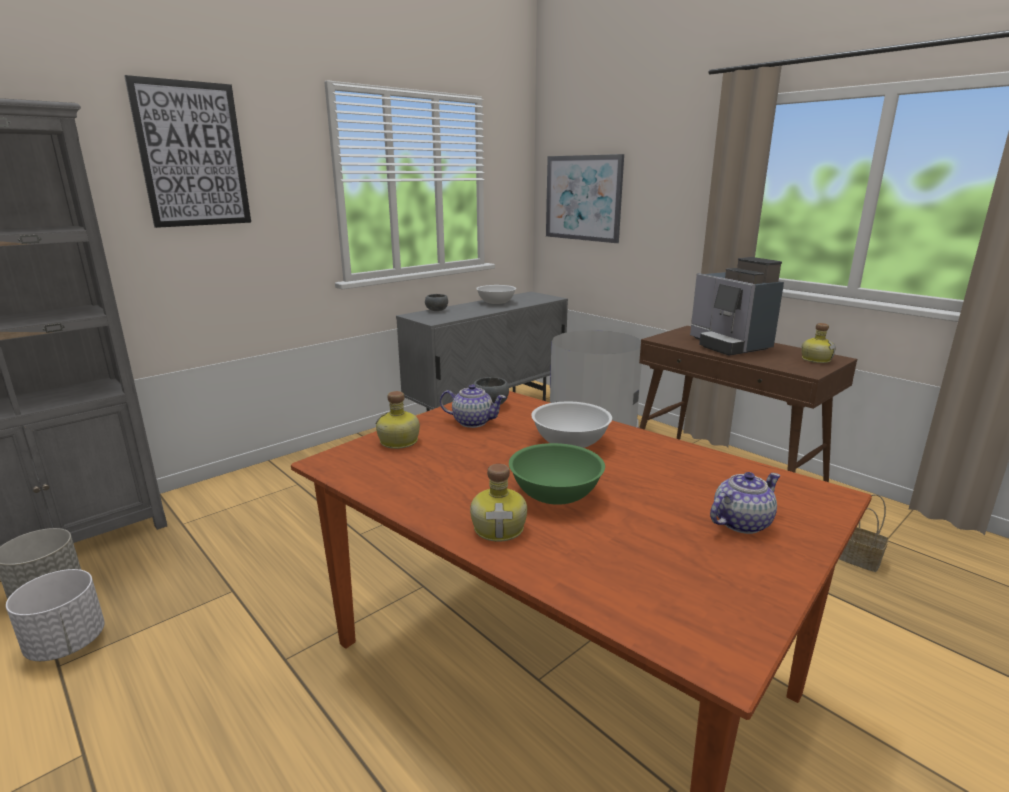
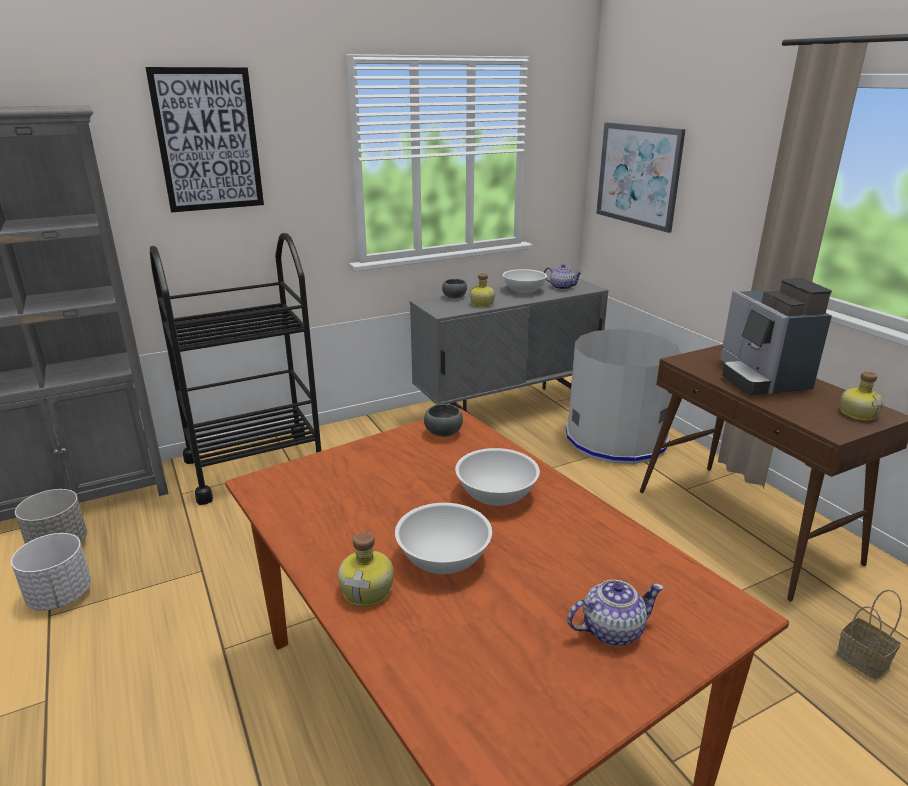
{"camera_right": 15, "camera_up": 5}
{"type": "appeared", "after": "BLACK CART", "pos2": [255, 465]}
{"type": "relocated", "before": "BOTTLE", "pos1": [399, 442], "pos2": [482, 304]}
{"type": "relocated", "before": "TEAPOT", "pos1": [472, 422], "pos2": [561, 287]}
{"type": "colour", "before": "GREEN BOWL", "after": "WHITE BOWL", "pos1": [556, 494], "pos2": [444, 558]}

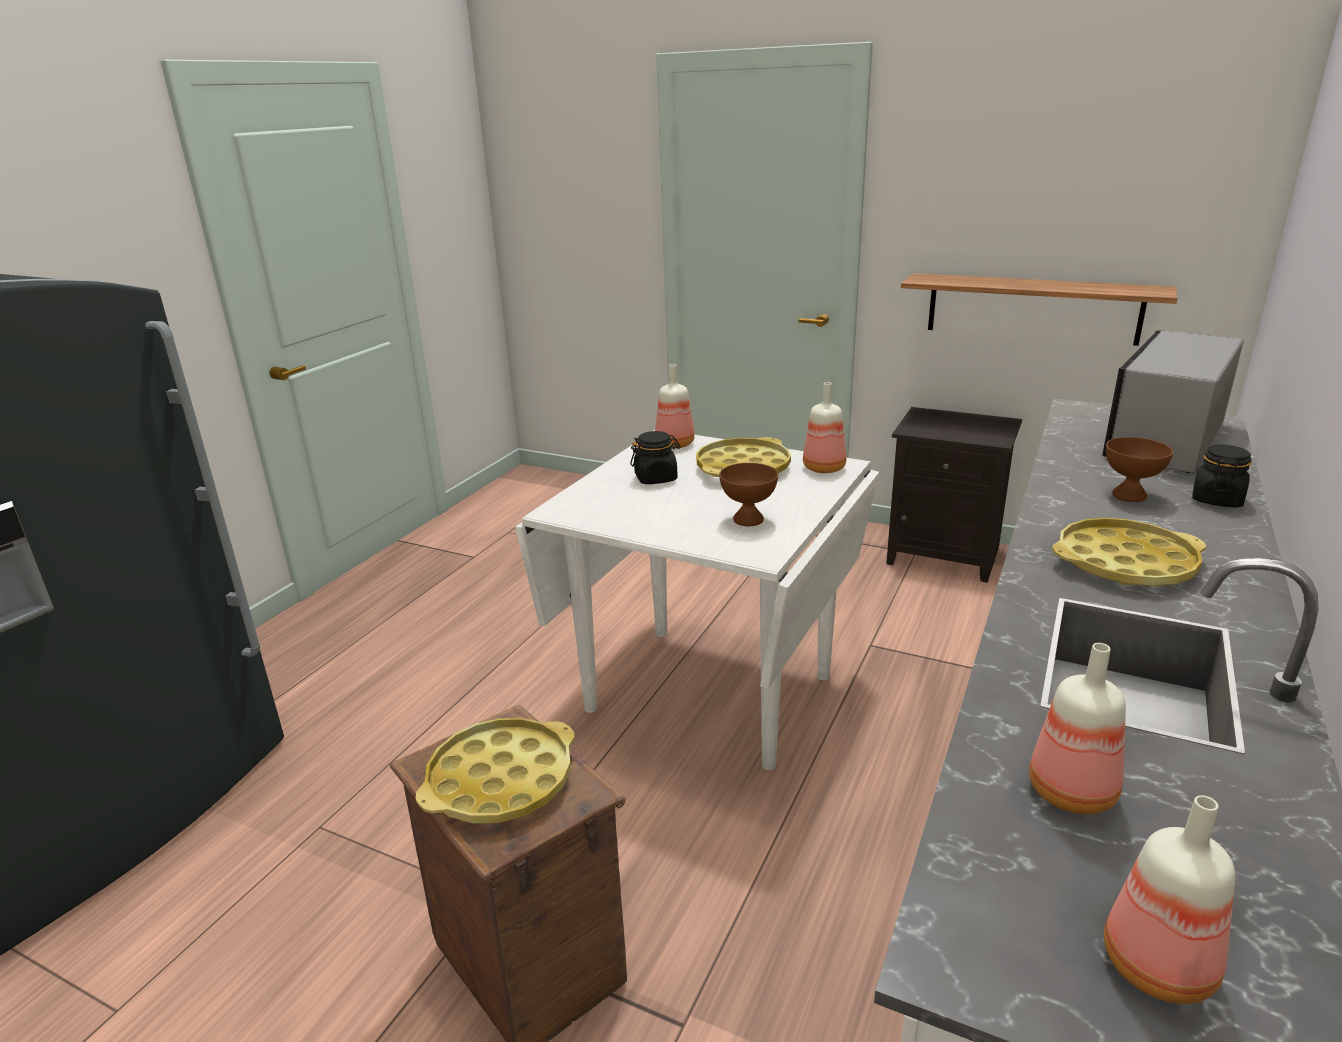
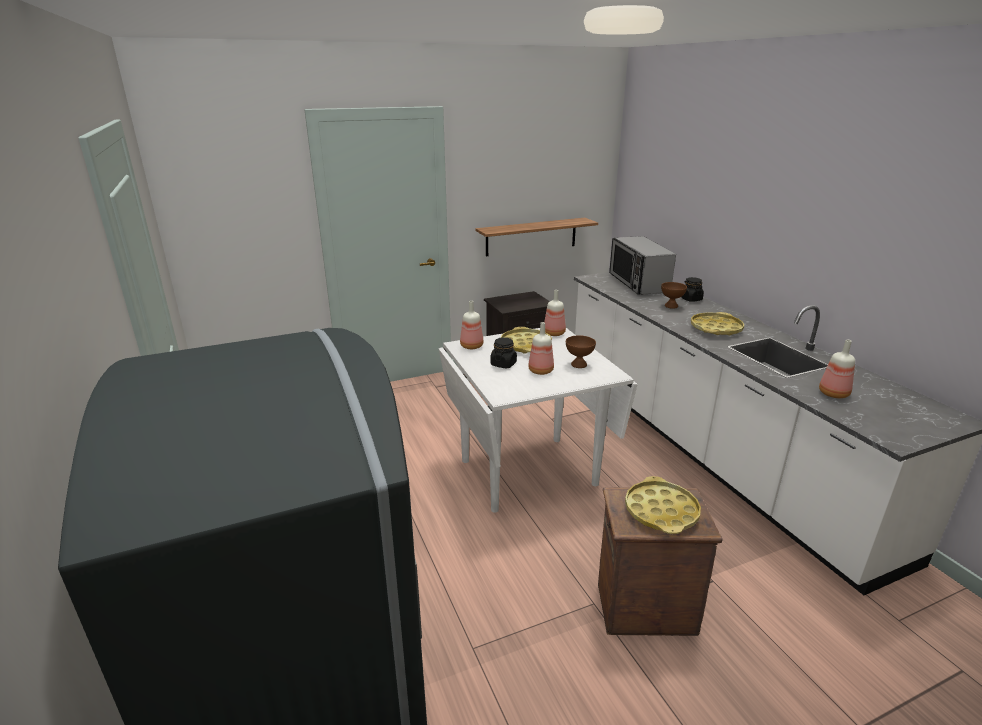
{"camera_right": -50, "camera_up": 0}
{"type": "relocated", "before": "BOTTLE", "pos1": [1157, 963], "pos2": [540, 370]}

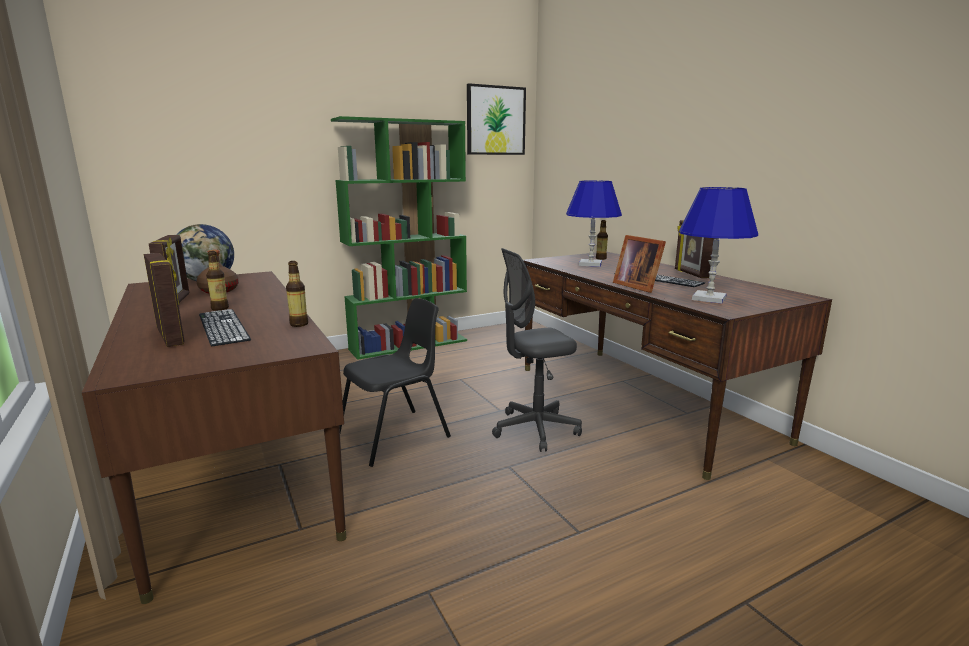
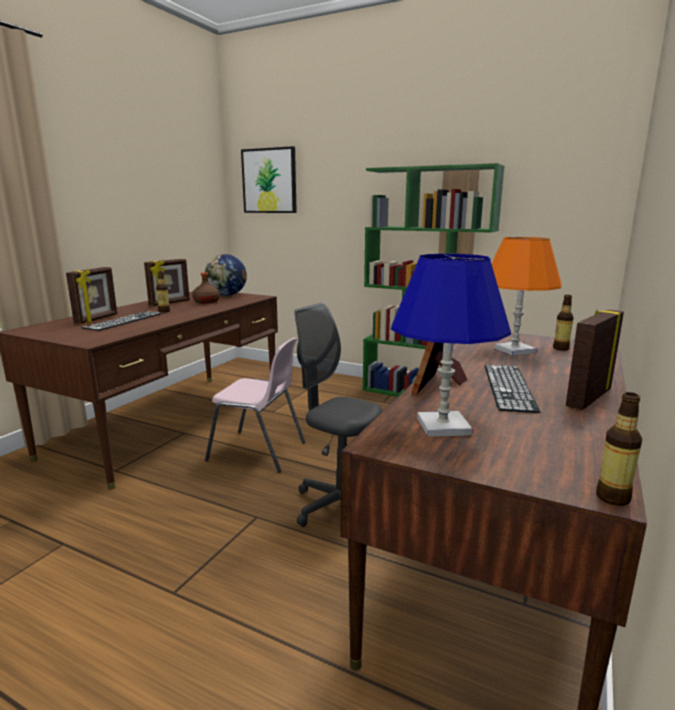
{"camera_right": 55, "camera_up": 0}
{"type": "relocated", "before": "BOTTLE", "pos1": [299, 324], "pos2": [612, 498]}
{"type": "relocated", "before": "PICTURE", "pos1": [495, 120], "pos2": [269, 181]}
{"type": "colour", "before": "BLACK CHAIR", "after": "PINK CHAIR", "pos1": [395, 436], "pos2": [258, 451]}
{"type": "colour", "before": "BLUE TABLE LAMP", "after": "ORANGE TABLE LAMP", "pos1": [590, 264], "pos2": [514, 350]}

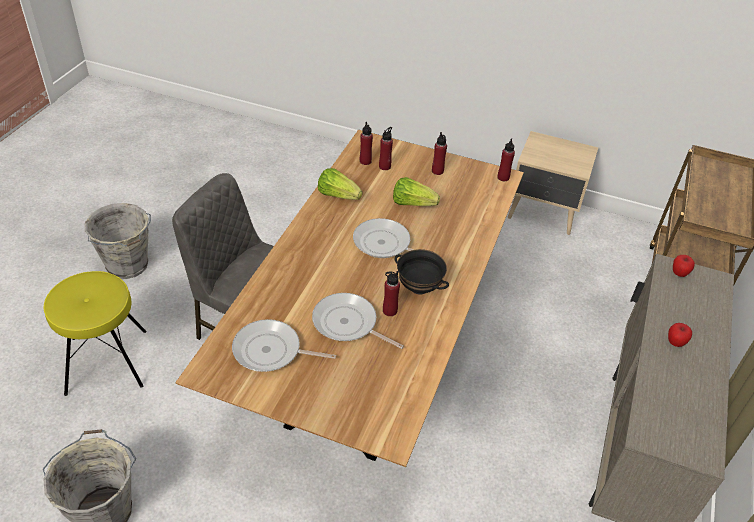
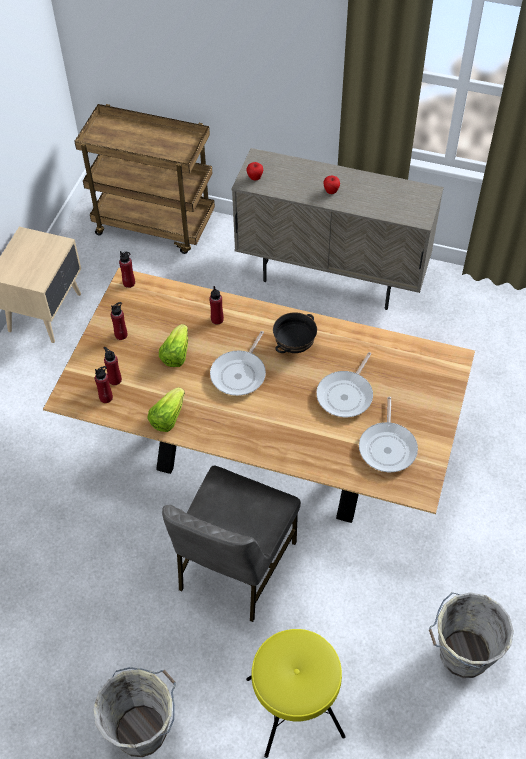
{"camera_right": -90, "camera_up": 10}
{"type": "relocated", "before": "RED BOTTLE", "pos1": [389, 310], "pos2": [217, 319]}

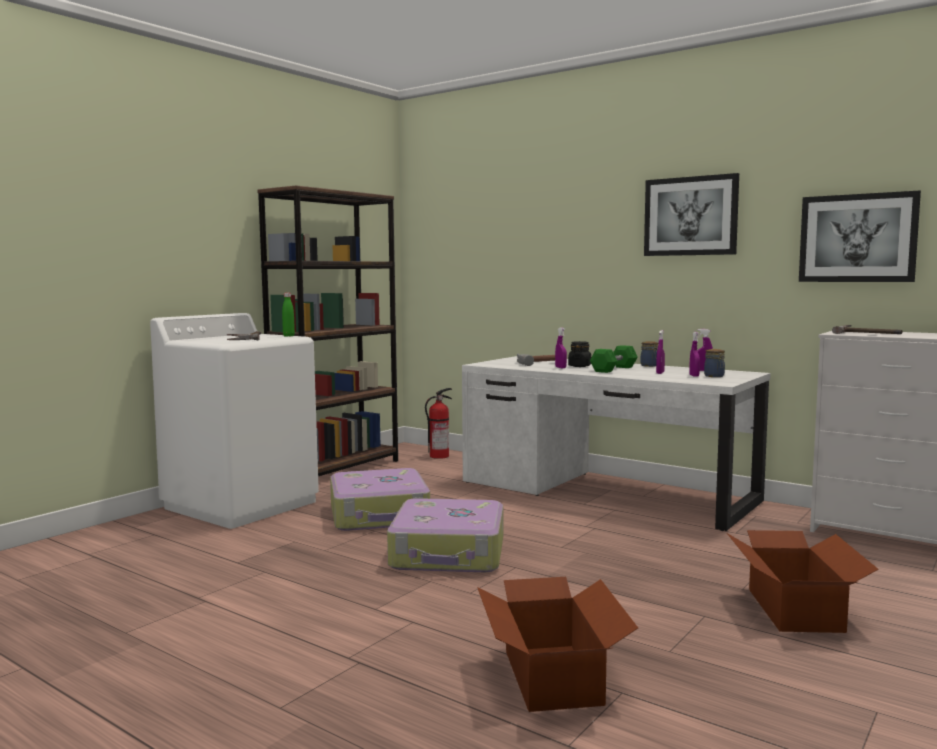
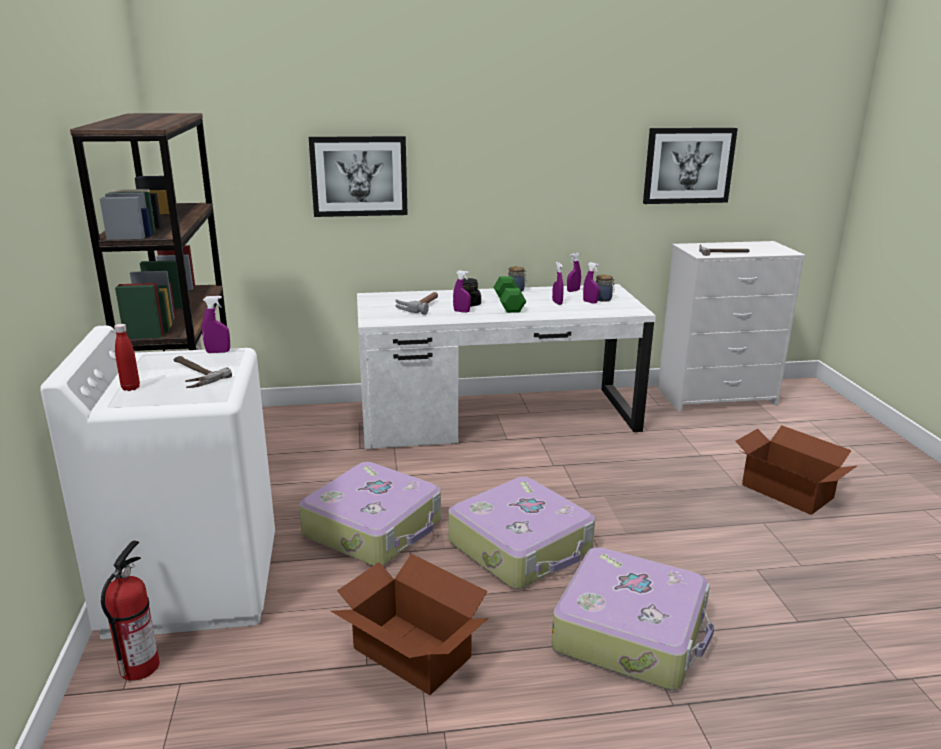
{"camera_right": -45, "camera_up": 15}
{"type": "appeared", "after": "RED BOTTLE", "pos2": [130, 388]}
{"type": "appeared", "after": "SUITCASE", "pos2": [631, 632]}
{"type": "relocated", "before": "FIRE EXTINGUISHER", "pos1": [439, 456], "pos2": [140, 665]}
{"type": "relocated", "before": "CARDBOARD BOX", "pos1": [551, 678], "pos2": [411, 654]}
{"type": "relocated", "before": "PICTURE", "pos1": [690, 216], "pos2": [359, 176]}
{"type": "exchanged", "before": "GREEN BOTTLE", "after": "PURPLE SPRAY BOTTLE", "pos1": [288, 336], "pos2": [218, 352]}

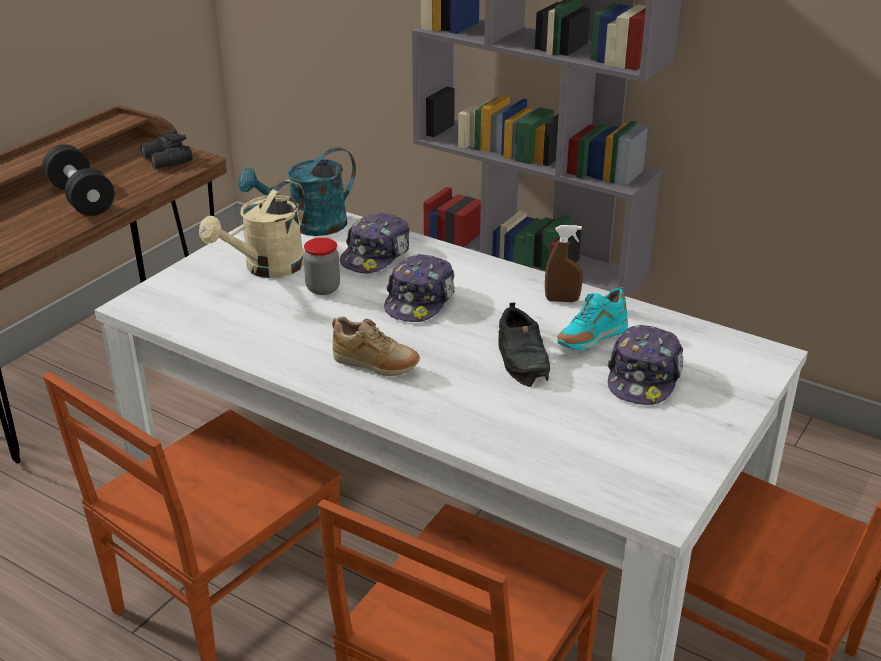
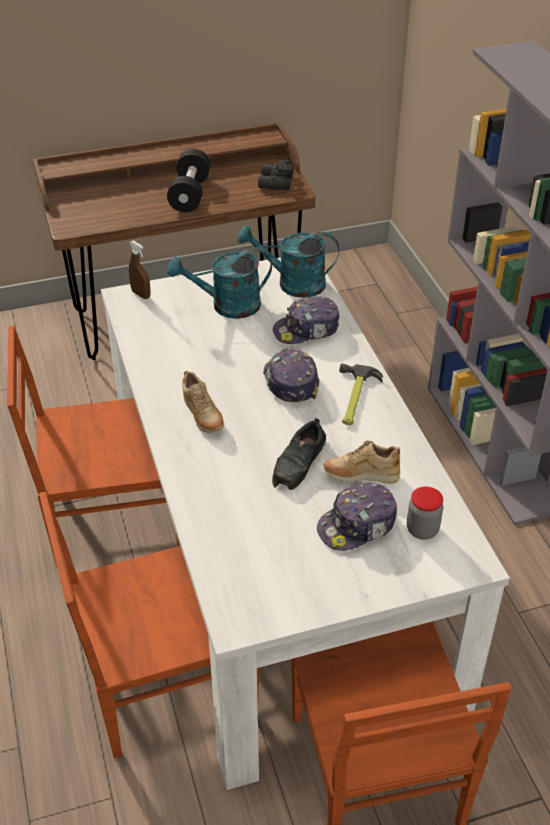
{"camera_right": 40, "camera_up": 10}
{"type": "appeared", "after": "HAMMER", "pos2": [354, 398]}
{"type": "relocated", "before": "JAR", "pos1": [323, 288], "pos2": [422, 530]}
{"type": "relocated", "before": "BROWN SPRAY BOTTLE", "pos1": [562, 300], "pos2": [141, 294]}
{"type": "colour", "before": "BEIGE WATERING CAN", "after": "TURQUOISE WATERING CAN", "pos1": [266, 268], "pos2": [227, 306]}
{"type": "colour", "before": "TURQUOISE SHOE", "after": "BEIGE SHOE", "pos1": [590, 340], "pos2": [360, 476]}
{"type": "spun", "before": "CAP", "pos1": [420, 300], "pos2": [290, 382], "turn": 105}

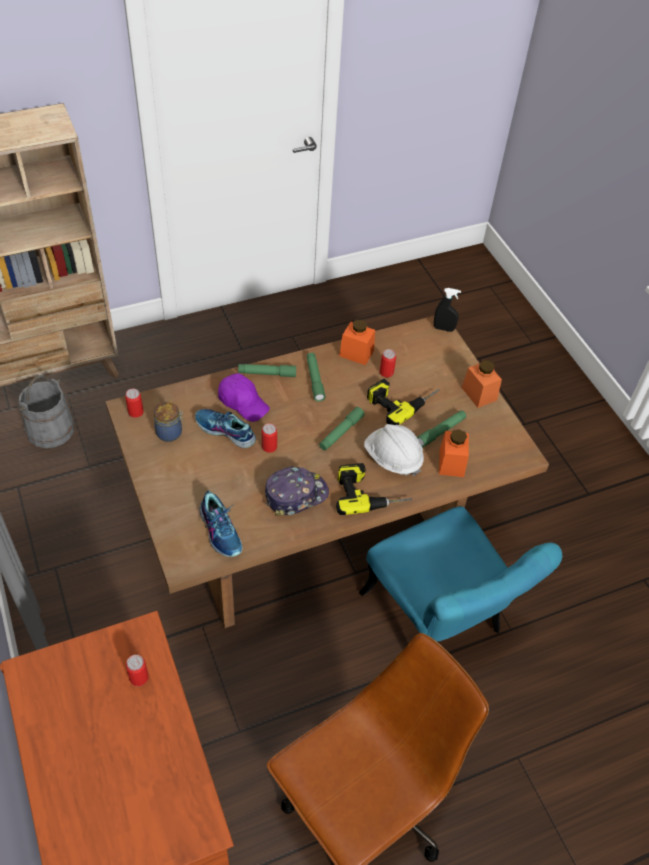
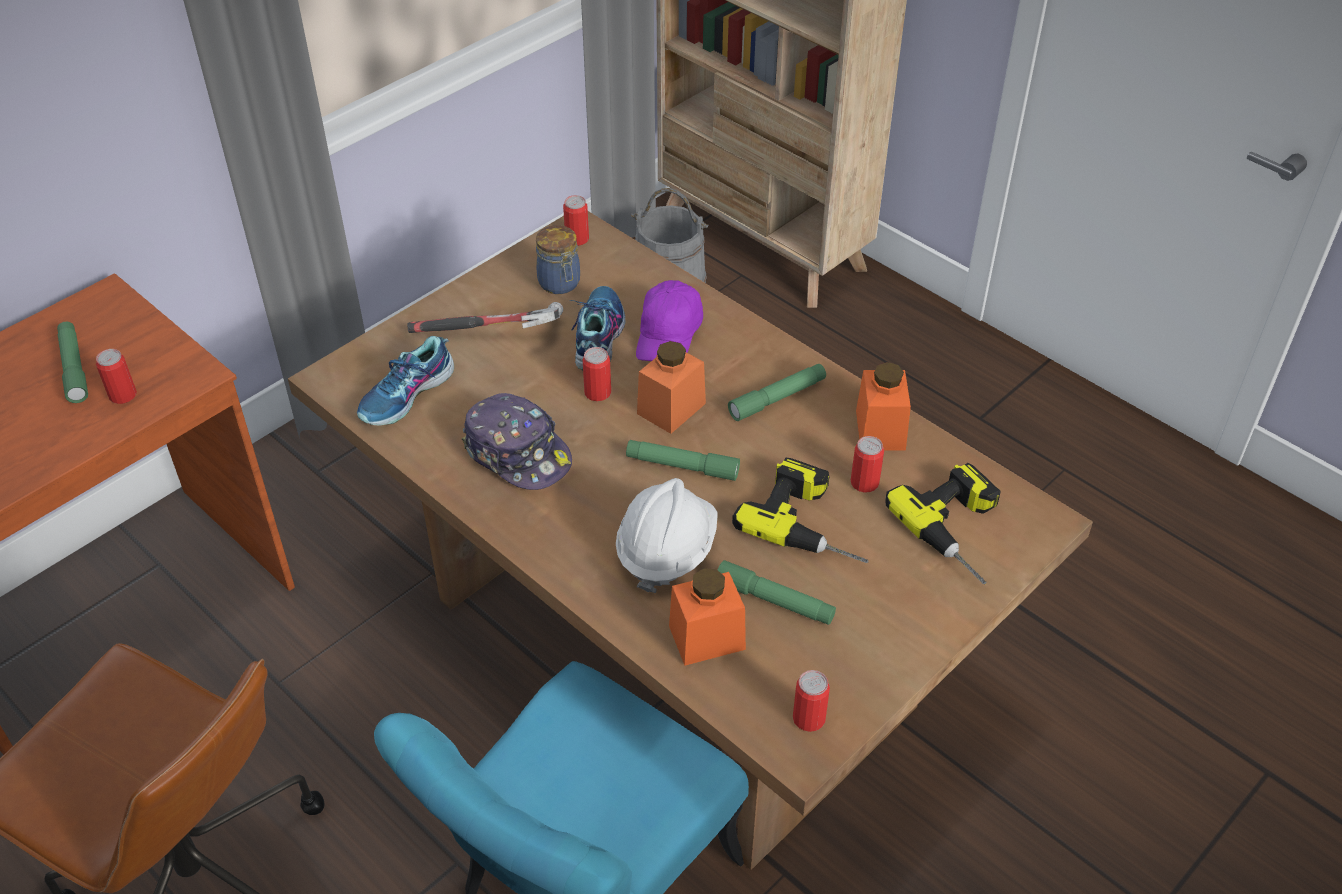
{"camera_right": 70, "camera_up": -5}
{"type": "missing", "before": "BLACK SPRAY BOTTLE", "pos1": [443, 328]}
{"type": "appeared", "after": "HAMMER", "pos2": [491, 335]}
{"type": "appeared", "after": "CAN", "pos2": [808, 718]}
{"type": "relocated", "before": "GREEN FLASHLIGHT", "pos1": [267, 373], "pos2": [74, 368]}
{"type": "relocated", "before": "POWER DRILL", "pos1": [370, 491], "pos2": [963, 531]}
{"type": "relocated", "before": "ORANGE JAR", "pos1": [479, 394], "pos2": [671, 408]}

